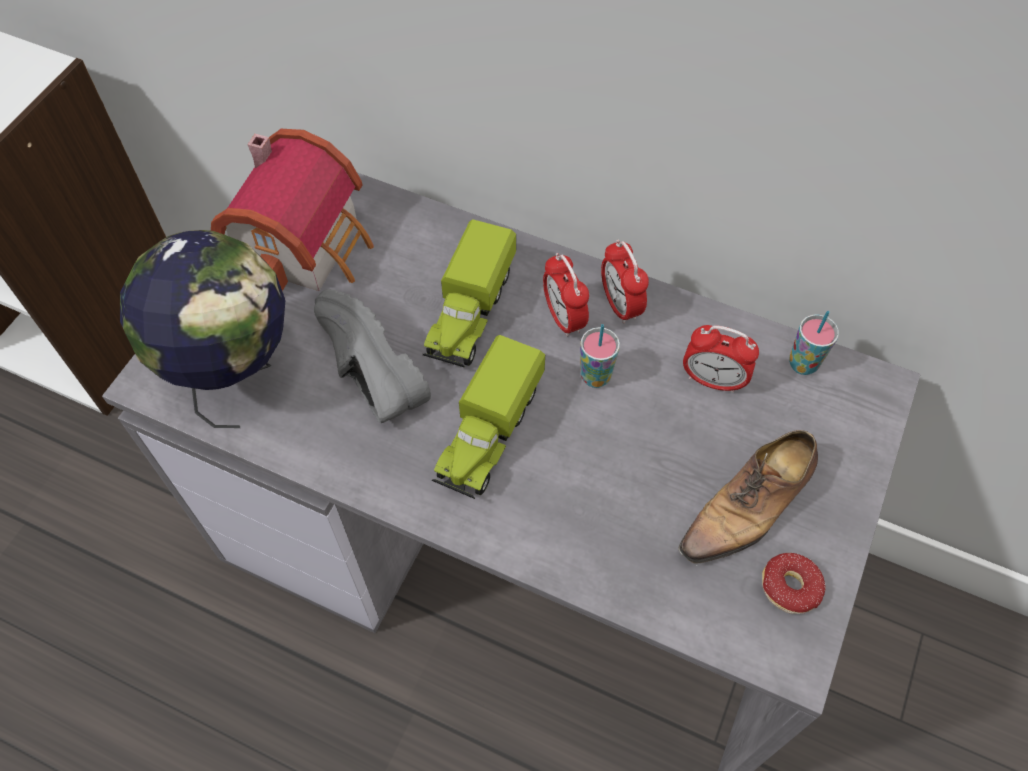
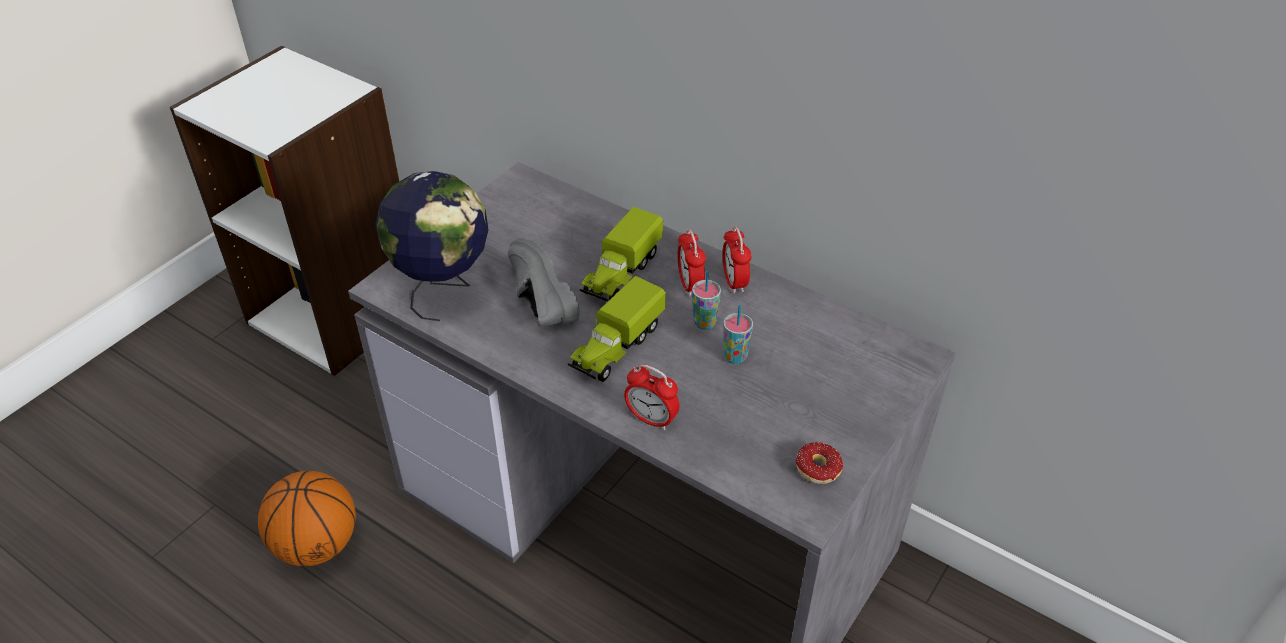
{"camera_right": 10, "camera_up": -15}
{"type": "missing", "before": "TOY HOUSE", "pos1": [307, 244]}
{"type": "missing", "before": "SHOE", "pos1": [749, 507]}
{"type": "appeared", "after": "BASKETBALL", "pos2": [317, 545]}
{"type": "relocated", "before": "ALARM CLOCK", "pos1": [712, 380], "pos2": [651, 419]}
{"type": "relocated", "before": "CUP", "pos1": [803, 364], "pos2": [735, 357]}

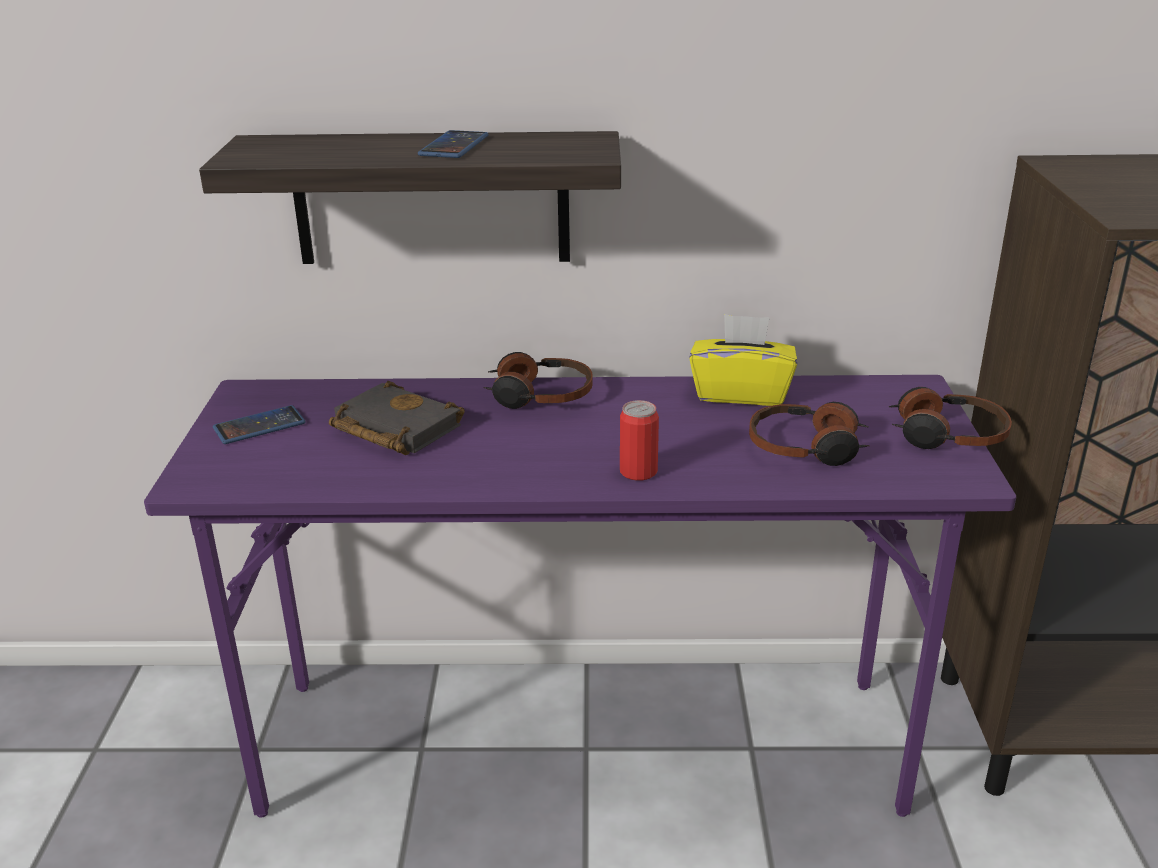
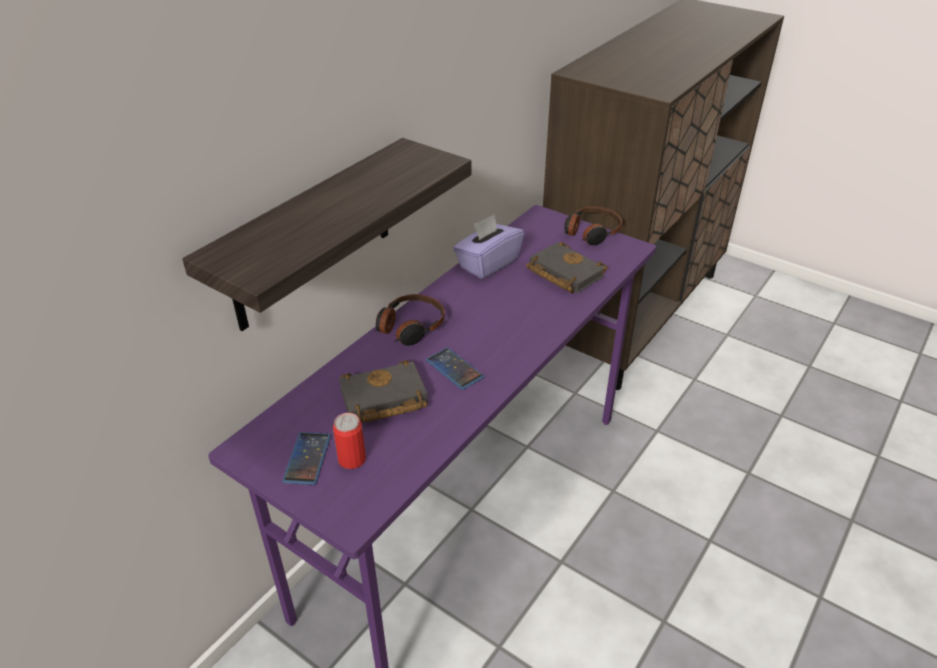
{"camera_right": -55, "camera_up": 10}
{"type": "relocated", "before": "PHONE", "pos1": [454, 146], "pos2": [454, 369]}
{"type": "relocated", "before": "CAN", "pos1": [638, 472], "pos2": [352, 459]}
{"type": "exchanged", "before": "HEADPHONES", "after": "BLACK BOOK", "pos1": [807, 448], "pos2": [562, 273]}
{"type": "colour", "before": "YELLOW TISSUE BOX", "after": "PURPLE TISSUE BOX", "pos1": [741, 393], "pos2": [488, 264]}

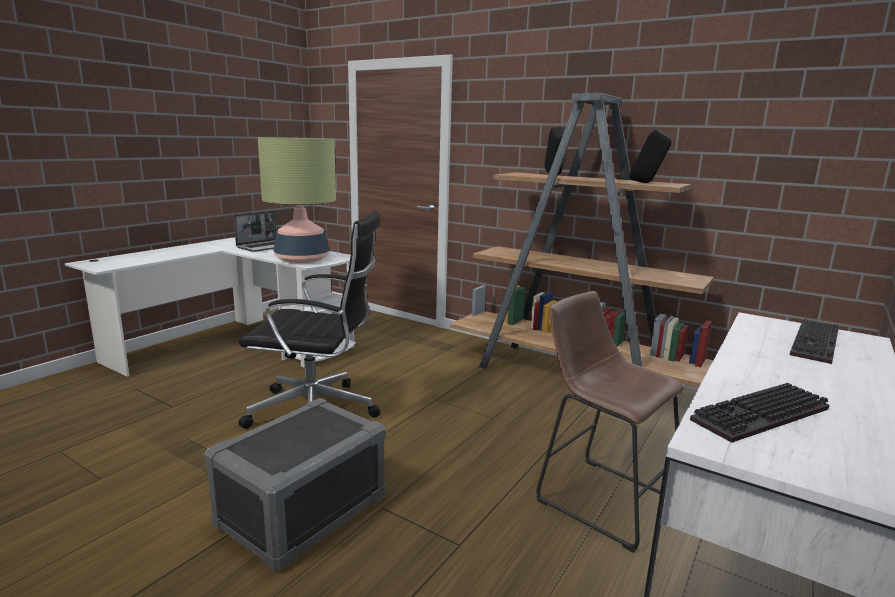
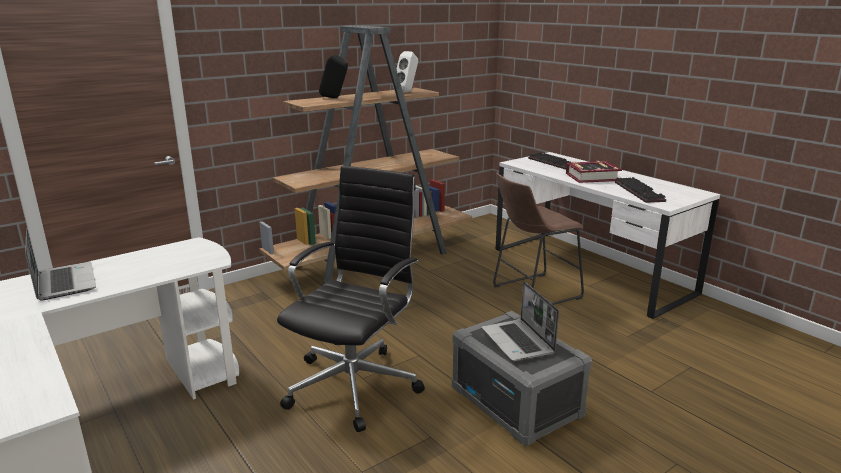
{"camera_right": -70, "camera_up": 5}
{"type": "missing", "before": "TABLE LAMP", "pos1": [302, 259]}
{"type": "appeared", "after": "LAPTOP", "pos2": [518, 342]}
{"type": "appeared", "after": "BOOK", "pos2": [592, 177]}
{"type": "colour", "before": "BLACK SPEAKER", "after": "WHITE SPEAKER", "pos1": [646, 183], "pos2": [407, 92]}

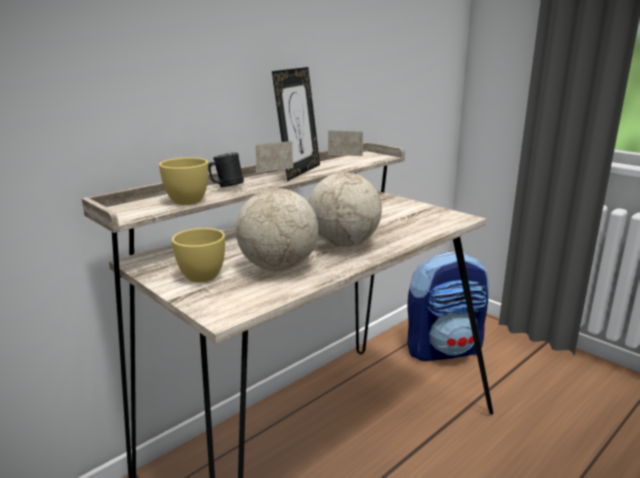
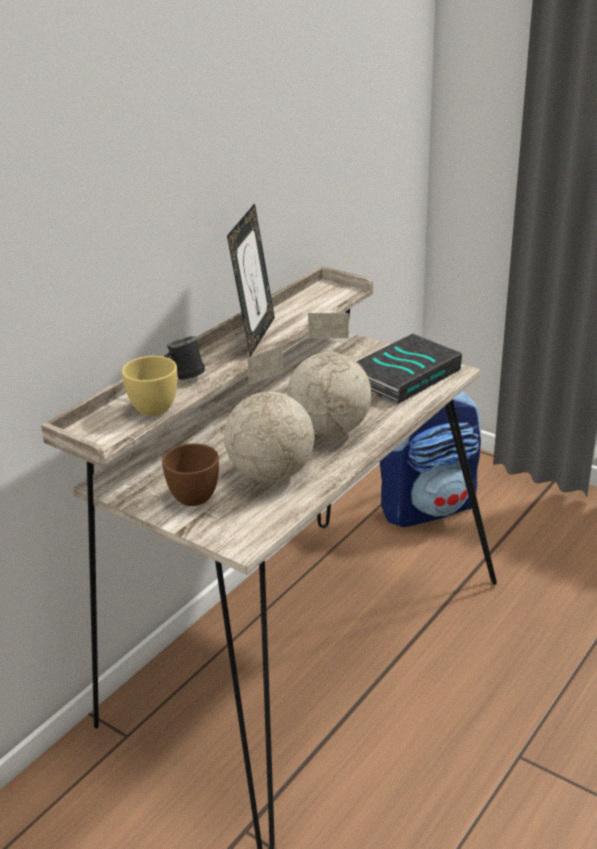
{"camera_right": -10, "camera_up": 10}
{"type": "appeared", "after": "BOOK", "pos2": [404, 375]}
{"type": "colour", "before": "YELLOW CUP", "after": "BROWN CUP", "pos1": [205, 274], "pos2": [195, 493]}

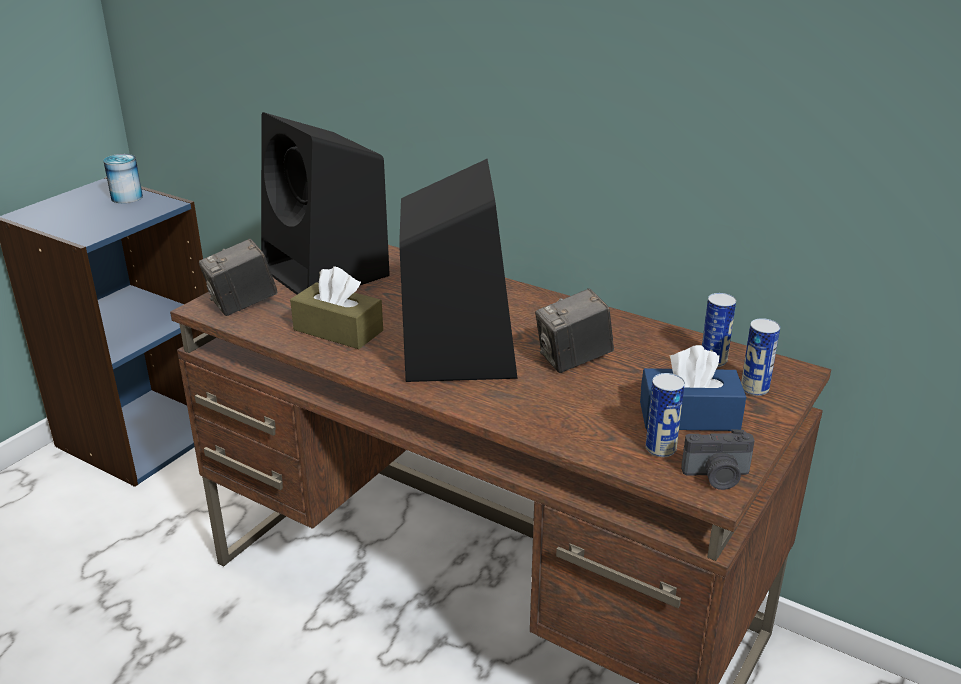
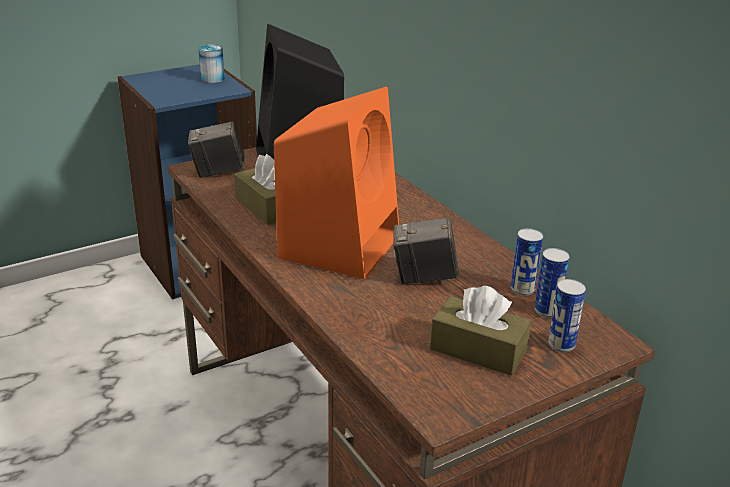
{"camera_right": 25, "camera_up": 0}
{"type": "missing", "before": "PHOTO CAMERA", "pos1": [717, 477]}
{"type": "relocated", "before": "CAN", "pos1": [660, 449], "pos2": [522, 289]}
{"type": "colour", "before": "BLACK SPEAKER", "after": "ORANGE SPEAKER", "pos1": [457, 349], "pos2": [340, 244]}
{"type": "colour", "before": "BLUE TISSUE BOX", "after": "BROWN TISSUE BOX", "pos1": [689, 416], "pos2": [478, 350]}

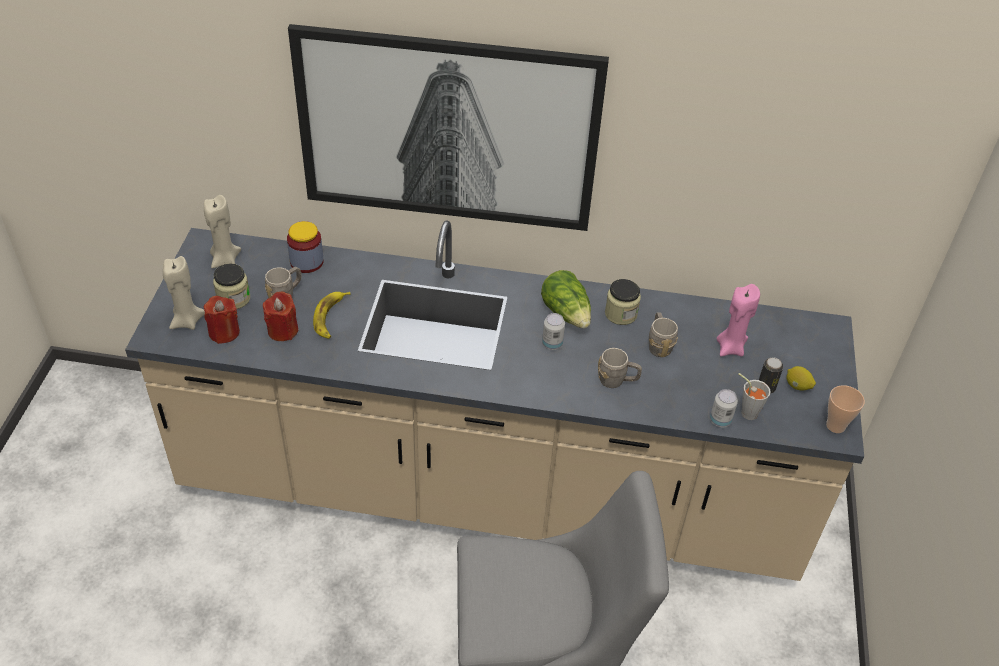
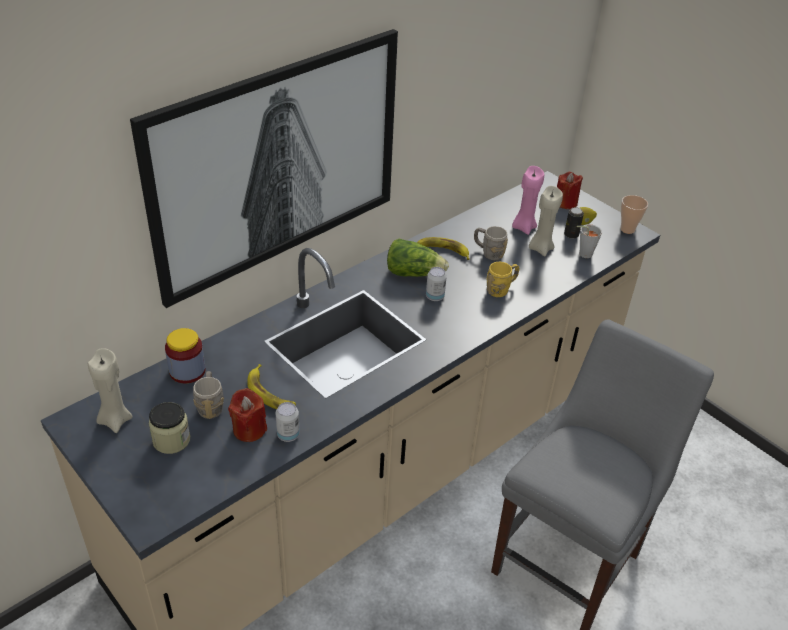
{"camera_right": -50, "camera_up": -5}
{"type": "relocated", "before": "BEIGE CANDLE", "pos1": [187, 321], "pos2": [540, 248]}
{"type": "relocated", "before": "RED CANDLE", "pos1": [224, 332], "pos2": [565, 203]}
{"type": "relocated", "before": "CAN", "pos1": [720, 420], "pos2": [288, 435]}
{"type": "exchanged", "before": "JAR", "after": "BANANA", "pos1": [621, 314], "pos2": [442, 251]}
{"type": "colour", "before": "GREY MUG", "after": "YELLOW MUG", "pos1": [617, 381], "pos2": [501, 289]}

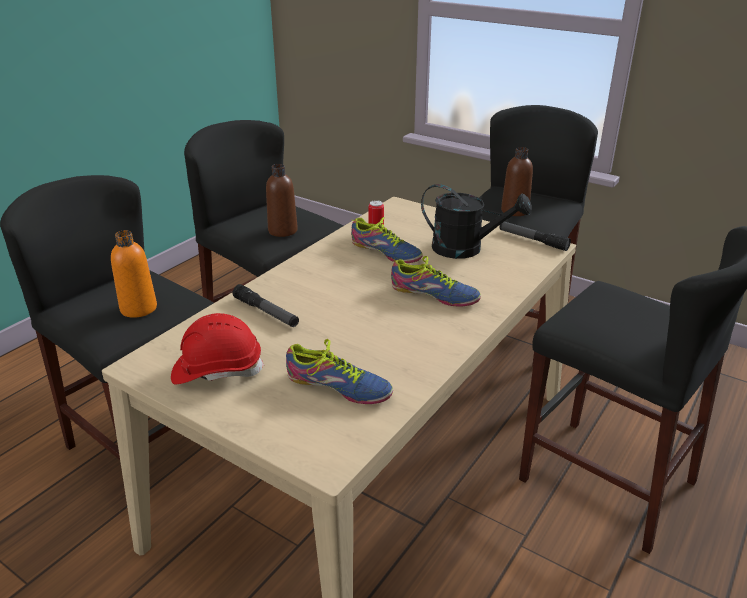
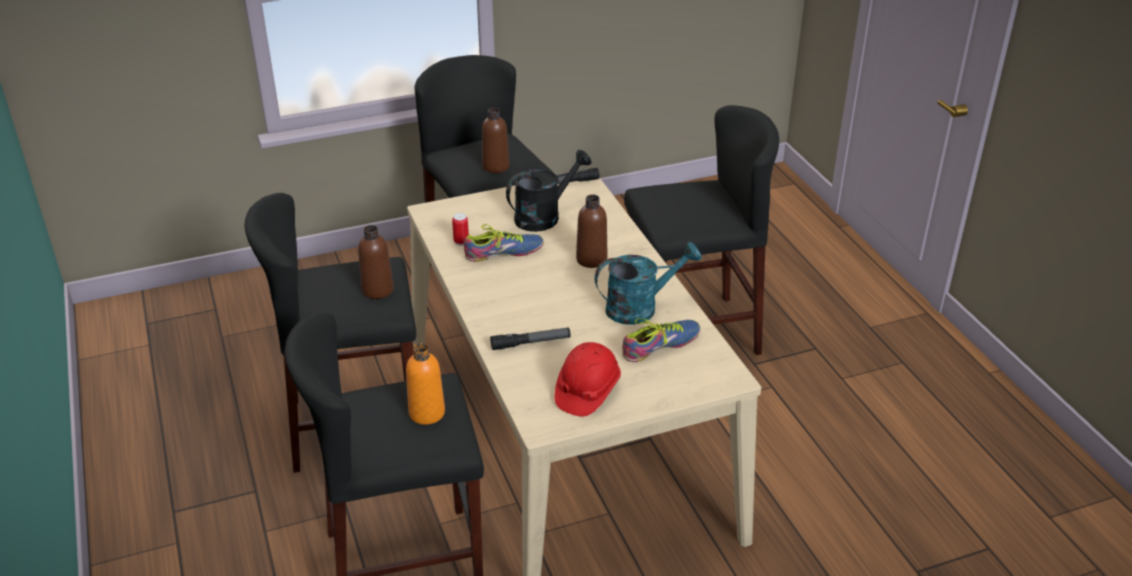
{"camera_right": -55, "camera_up": 5}
{"type": "appeared", "after": "TURQUOISE WATERING CAN", "pos2": [640, 307]}
{"type": "exchanged", "before": "SHOE", "after": "BROWN BOTTLE", "pos1": [434, 294], "pos2": [591, 259]}

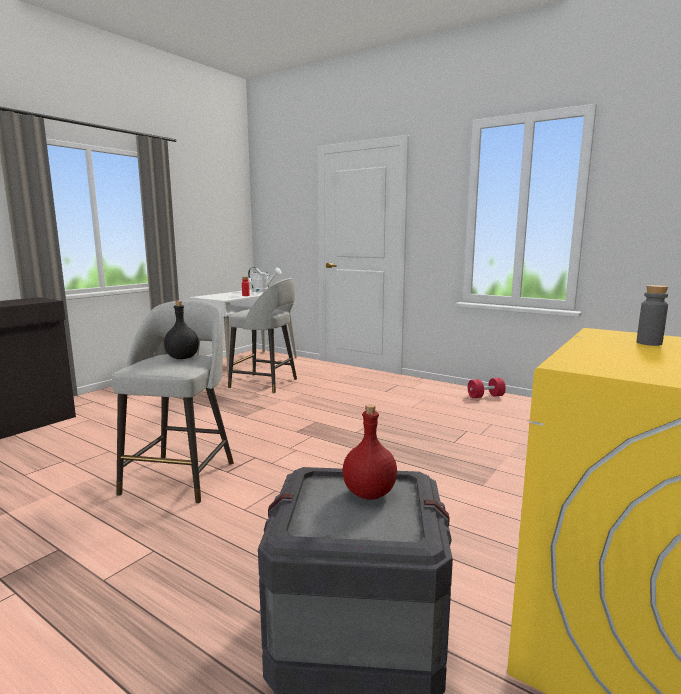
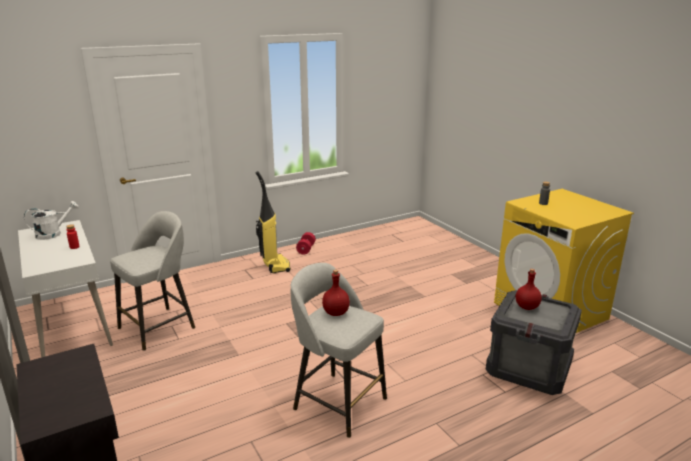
{"camera_right": -65, "camera_up": 10}
{"type": "appeared", "after": "VACUUM CLEANER", "pos2": [275, 265]}
{"type": "colour", "before": "BLACK BOTTLE", "after": "RED BOTTLE", "pos1": [183, 358], "pos2": [336, 312]}

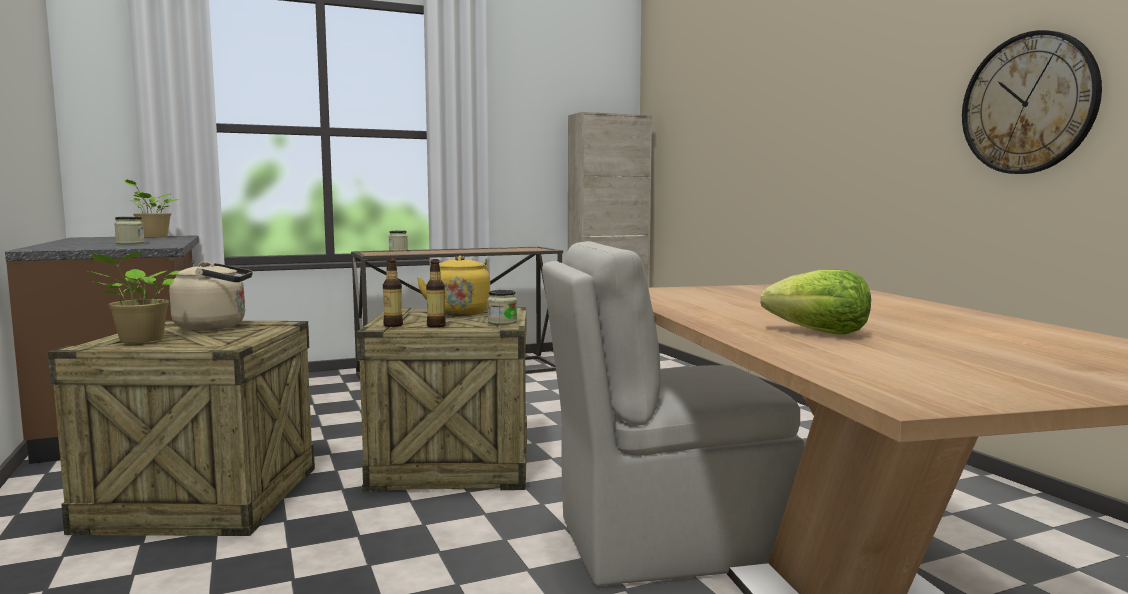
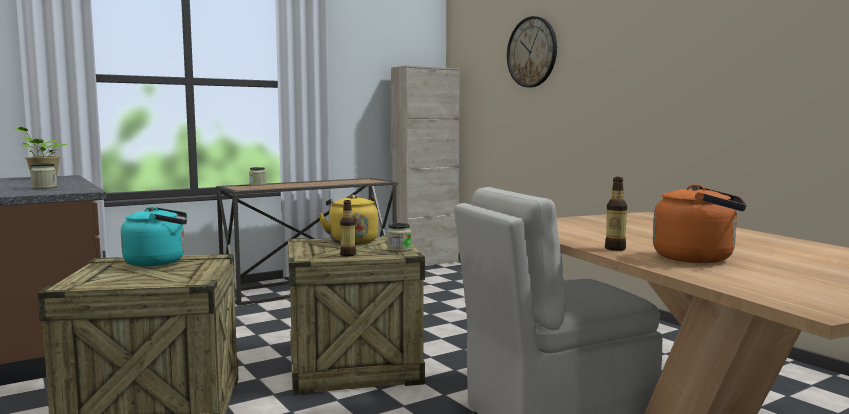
{"camera_right": -10, "camera_up": 0}
{"type": "missing", "before": "POTTED PLANT", "pos1": [139, 340]}
{"type": "relocated", "before": "BOTTLE", "pos1": [393, 325], "pos2": [615, 249]}
{"type": "relocated", "before": "WALL CLOCK", "pos1": [1028, 104], "pos2": [532, 52]}
{"type": "exchanged", "before": "LETTUCE", "after": "ORANGE KETTLE", "pos1": [819, 333], "pos2": [698, 258]}
{"type": "colour", "before": "BEIGE KETTLE", "after": "TURQUOISE KETTLE", "pos1": [215, 326], "pos2": [159, 262]}

